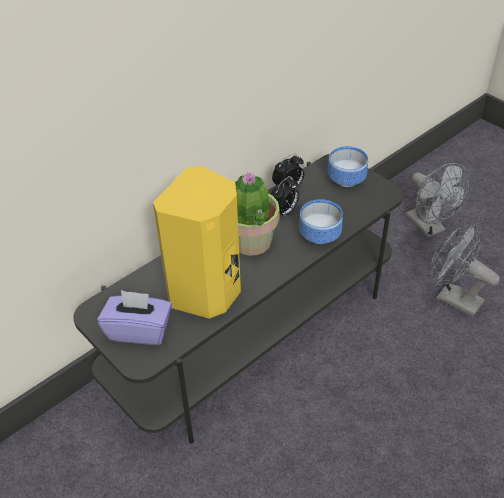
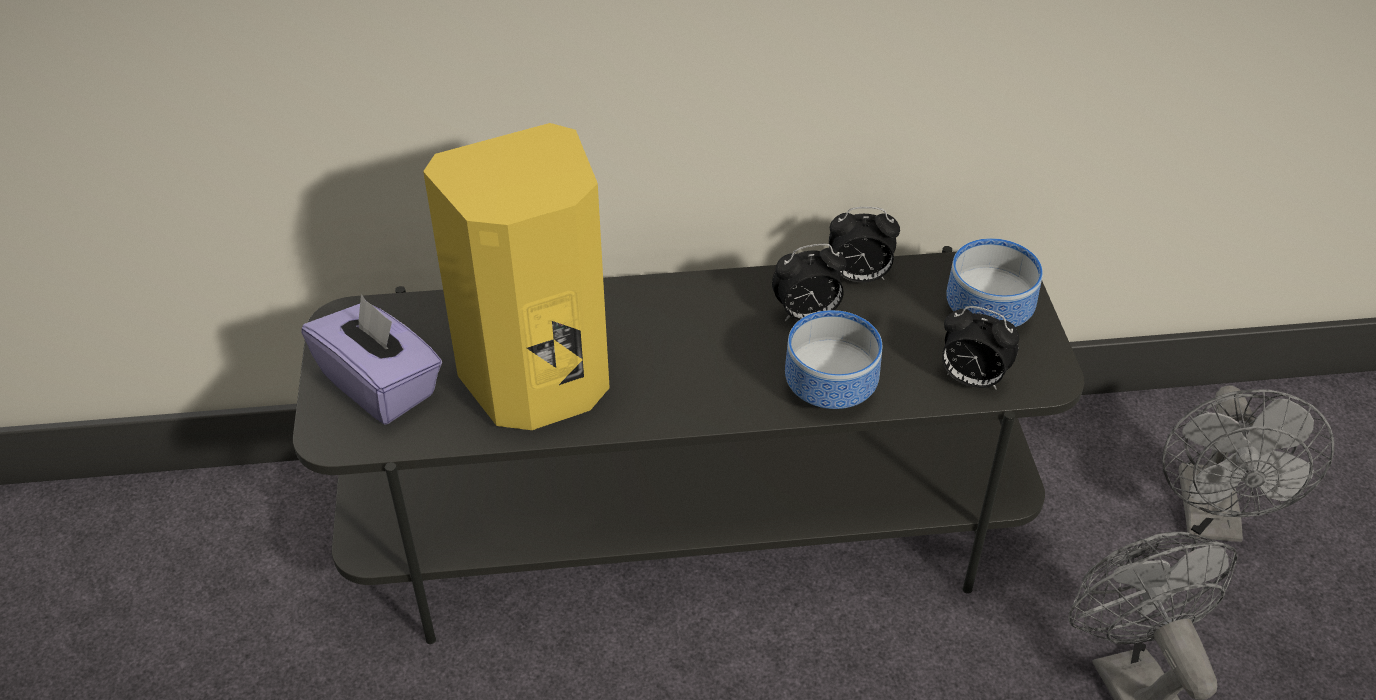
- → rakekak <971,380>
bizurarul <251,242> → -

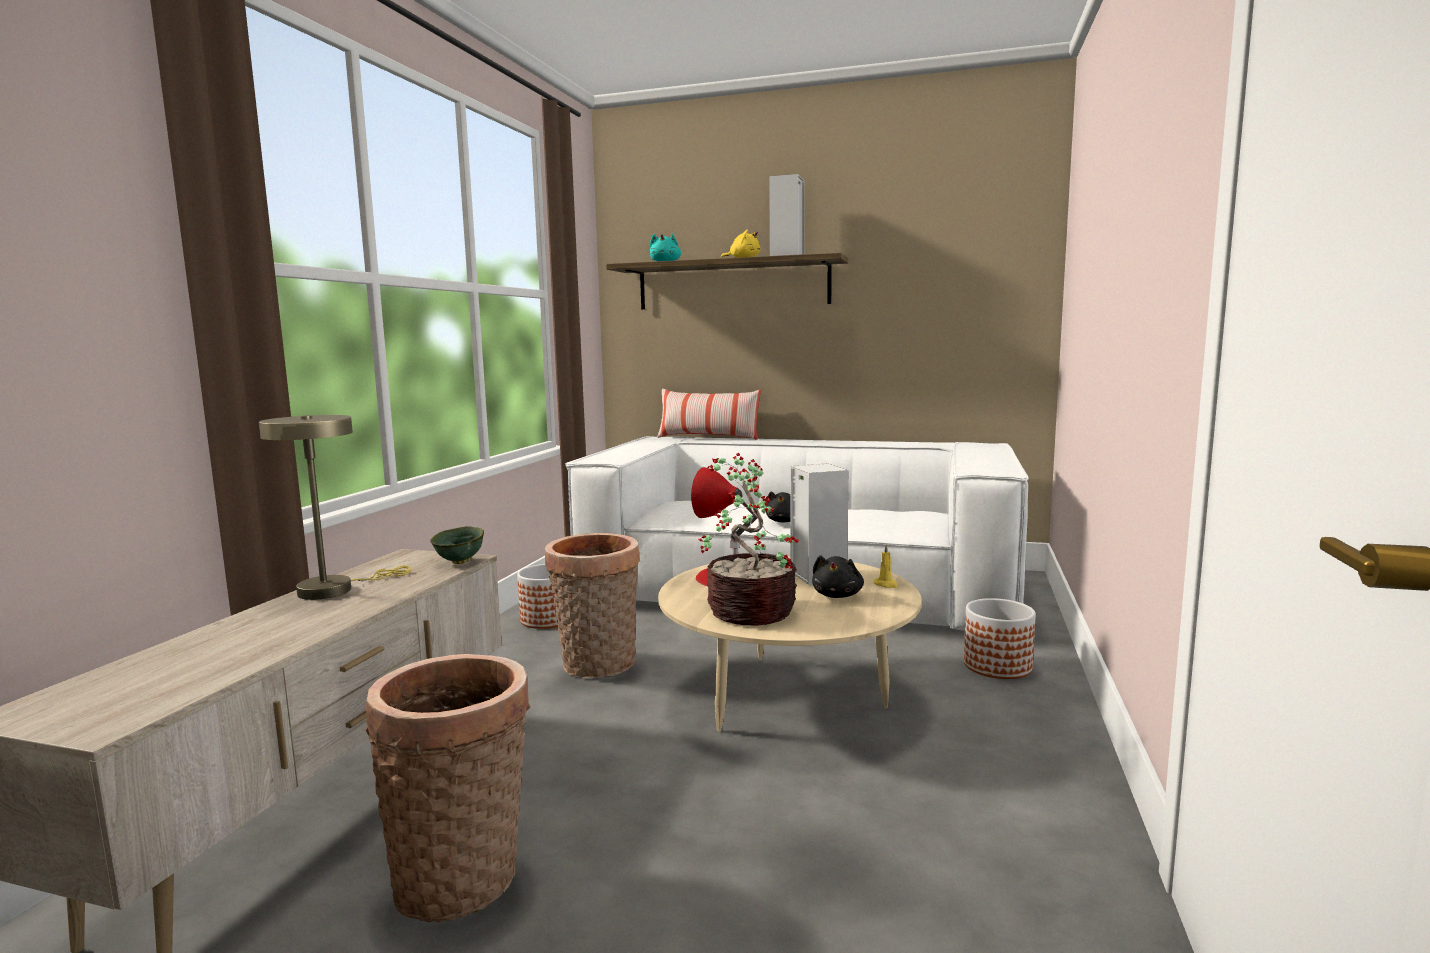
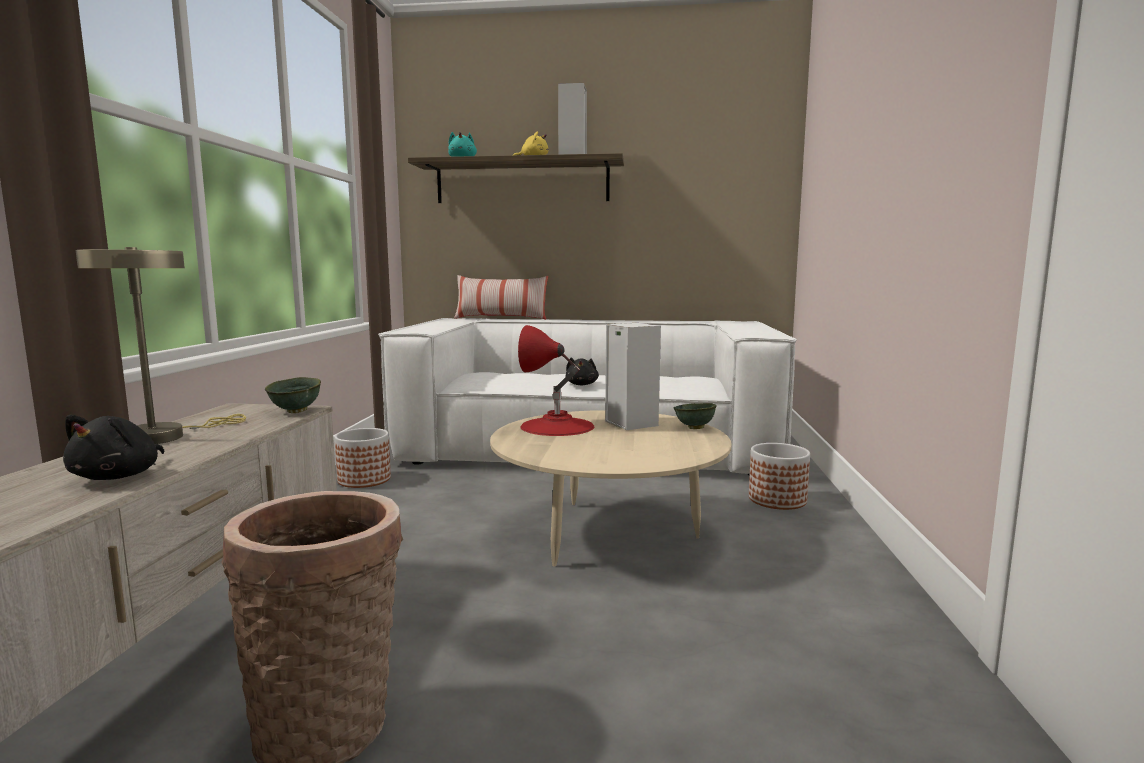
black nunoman <837,595> → black nunoman <120,476>, moved
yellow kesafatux <886,585> → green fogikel <694,428>
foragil <597,667> → -
bizurarul <749,611> → -

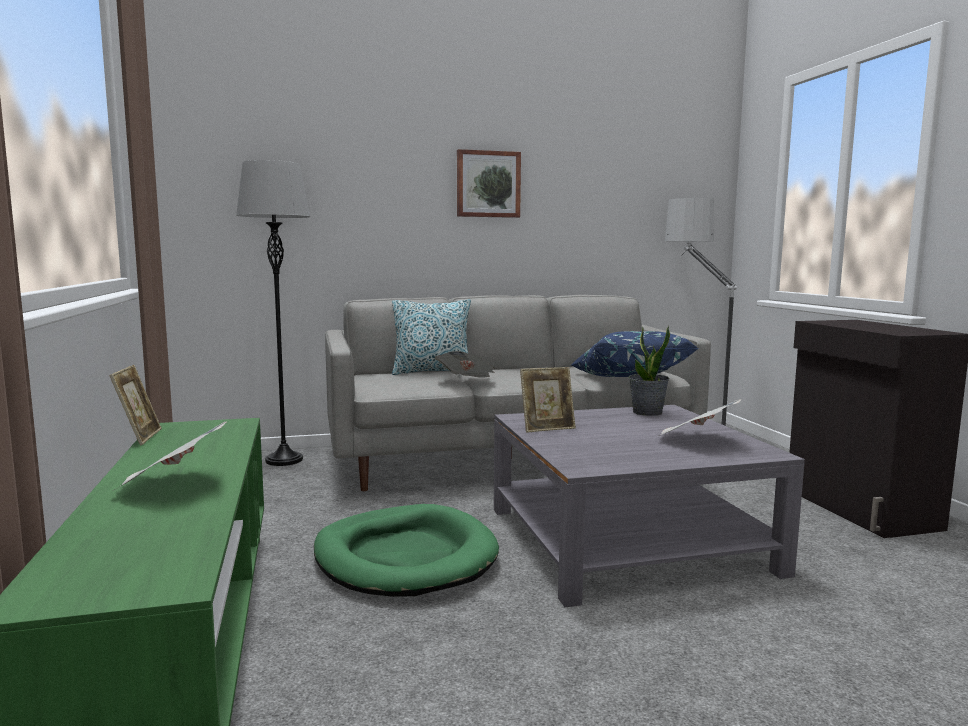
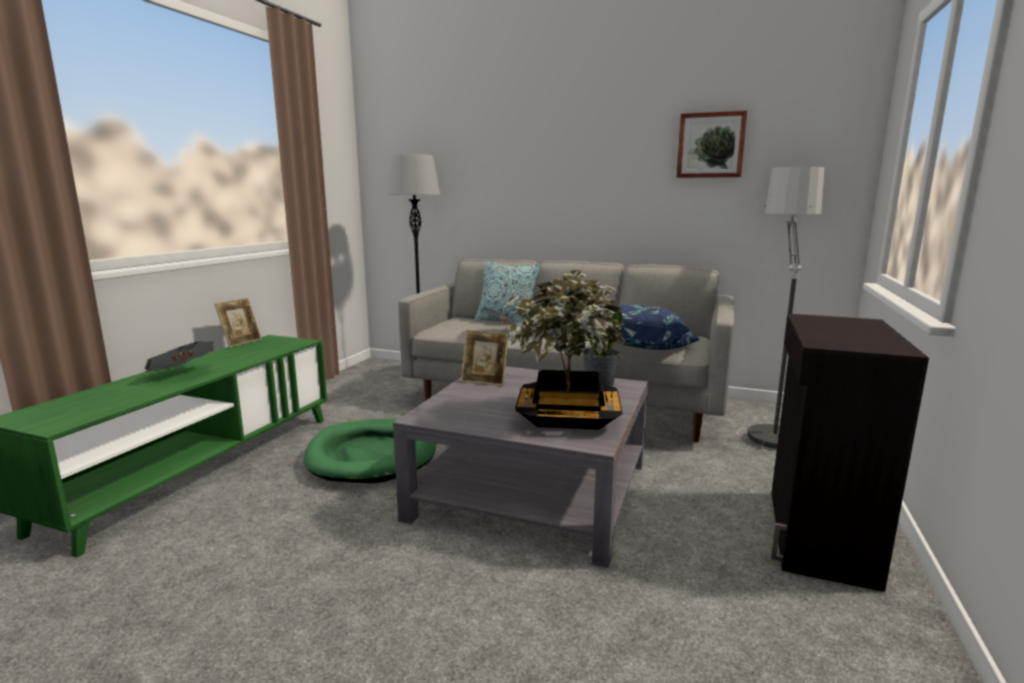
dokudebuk <695,440> → bizurarul <567,416>
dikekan <488,184> → dikekan <710,145>, moved

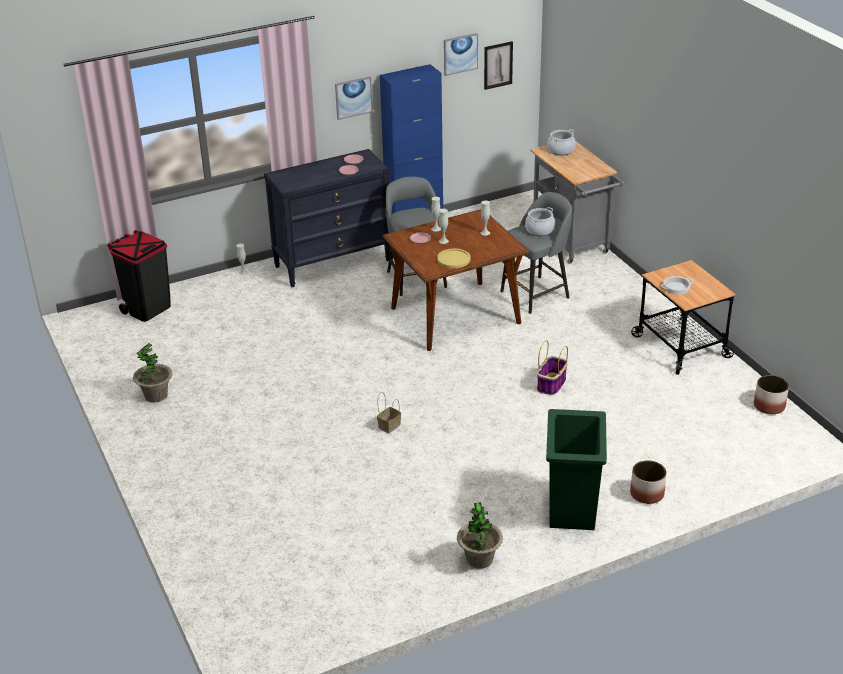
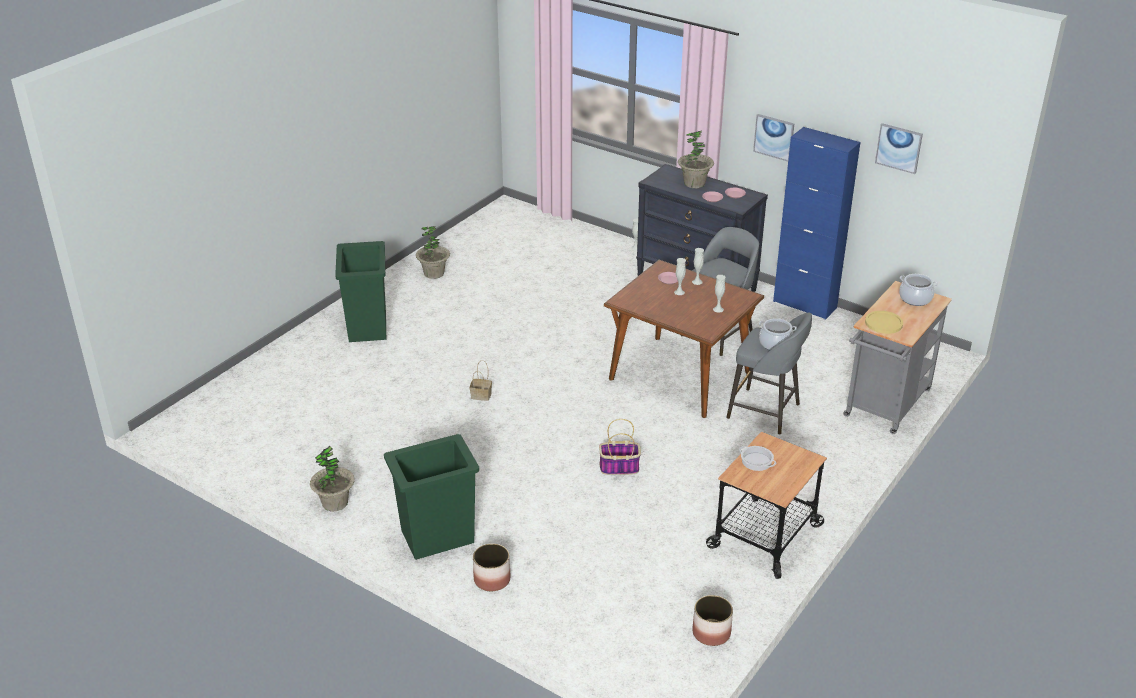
- → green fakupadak <368,327>
- → bizurarul <694,183>
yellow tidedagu <453,259> → yellow tidedagu <883,323>, moved
black fakupadak <147,309> → -
dikekan <498,65> → -

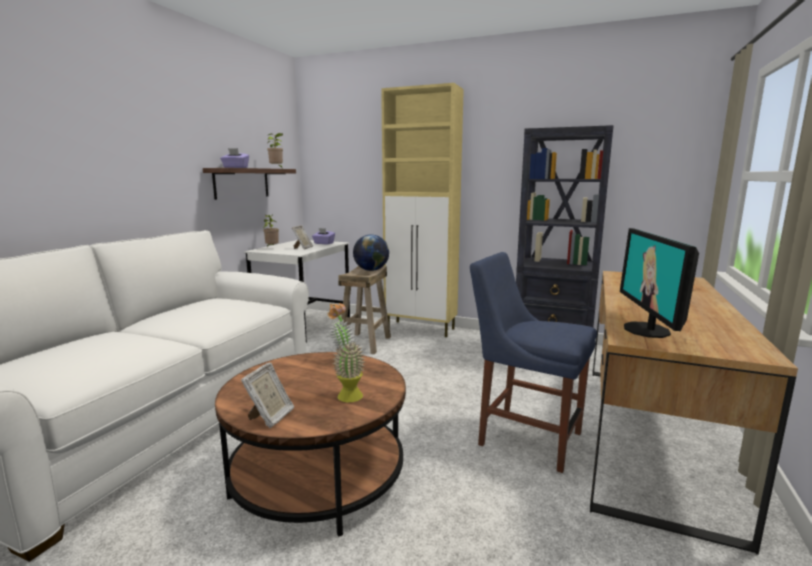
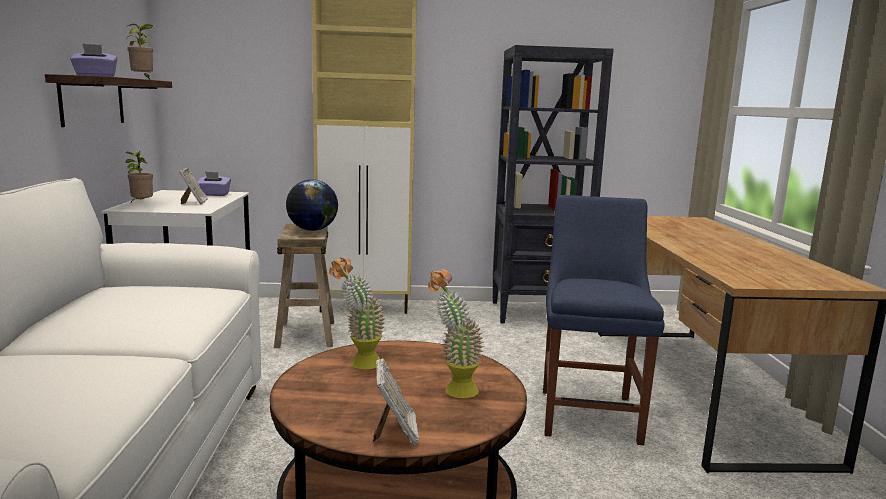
- → bizurarul <358,365>
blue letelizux <525,436> → blue letelizux <589,412>, 90 degrees clockwise
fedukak <647,330> → -

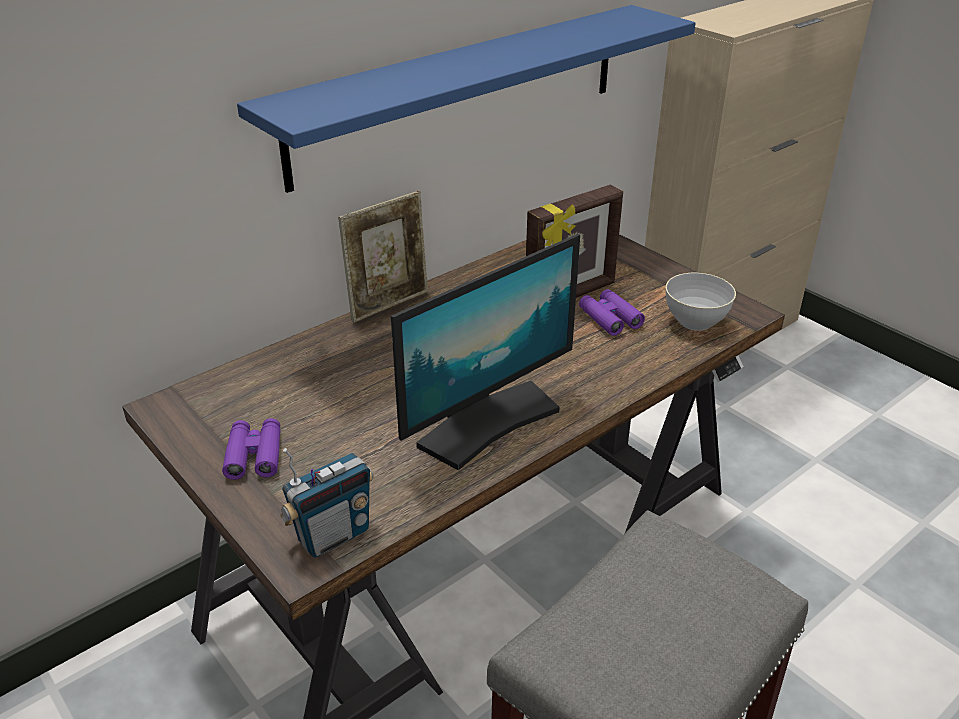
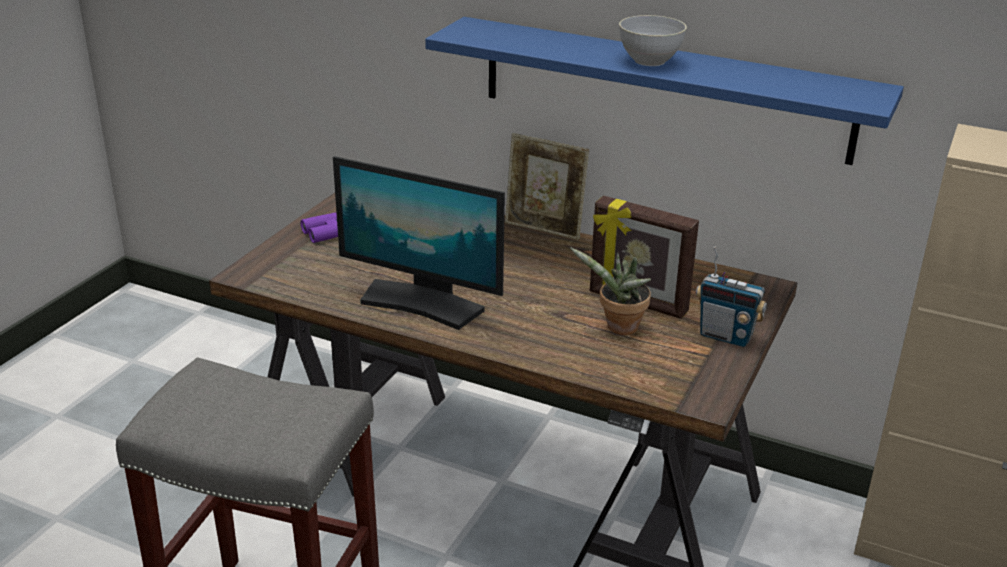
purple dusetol <610,318> → bizurarul <618,328>
grey fogikel <695,322> → grey fogikel <649,61>, moved
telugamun <333,535> → telugamun <726,336>, moved

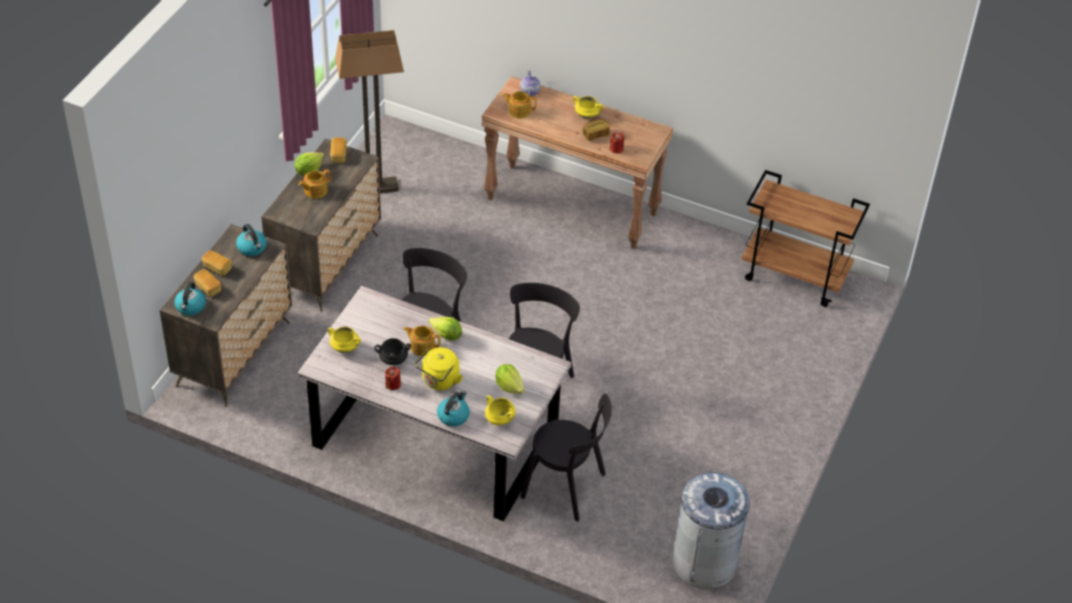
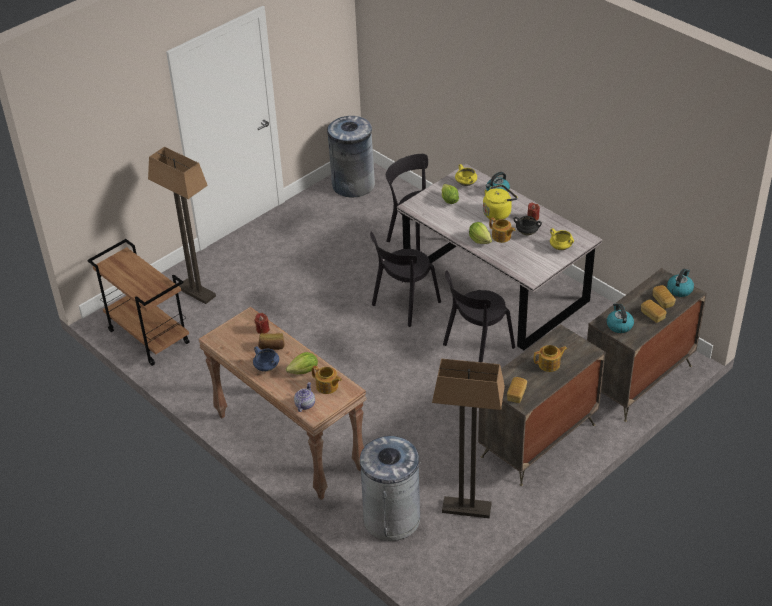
- → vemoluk <196,292>
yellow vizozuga <587,115> → blue vizozuga <266,367>
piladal <309,170> → piladal <304,371>, moved
- → grey fakupadak <392,518>

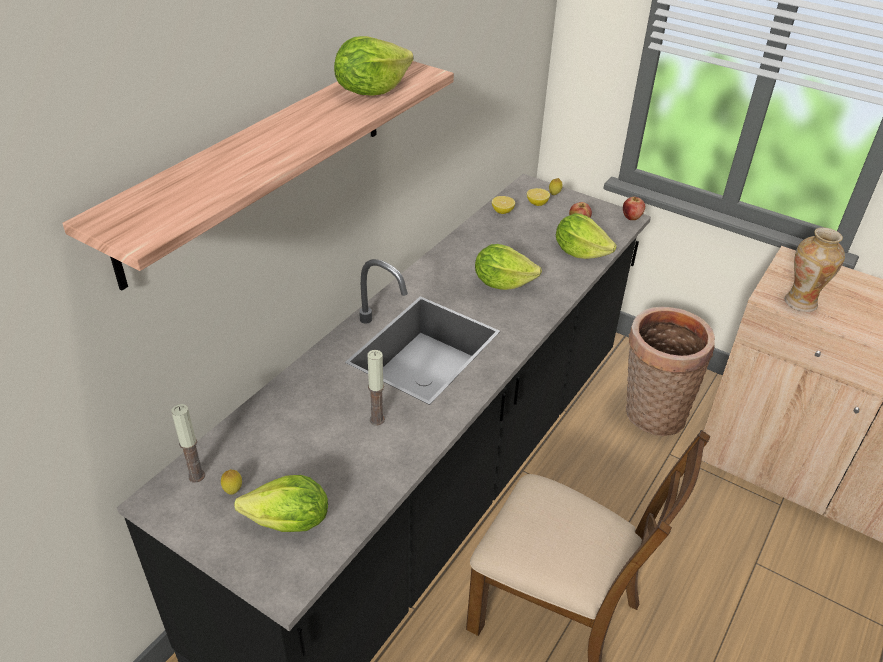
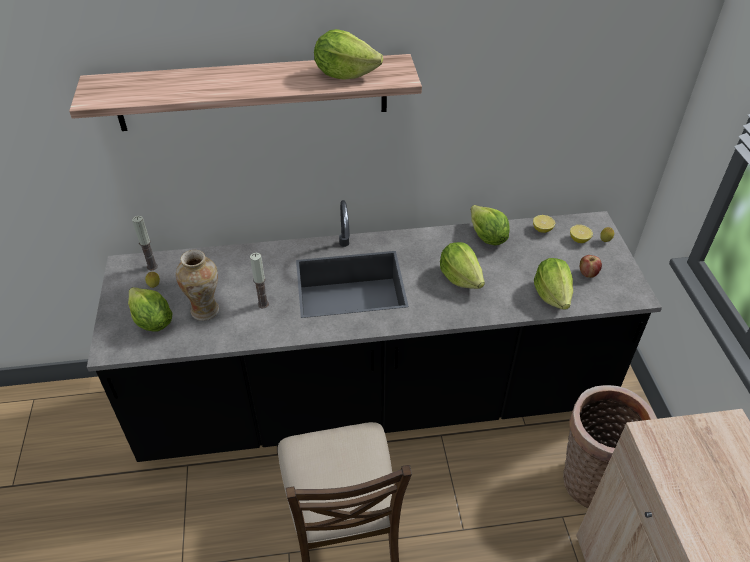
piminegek <801,302> → piminegek <206,310>, moved
- → piladal <487,237>
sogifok <631,218> → -

